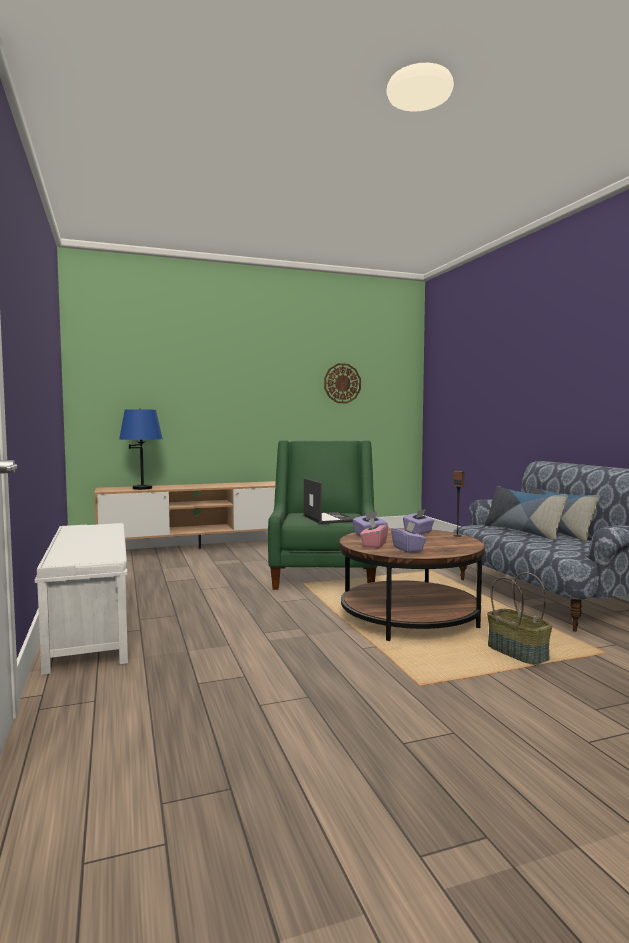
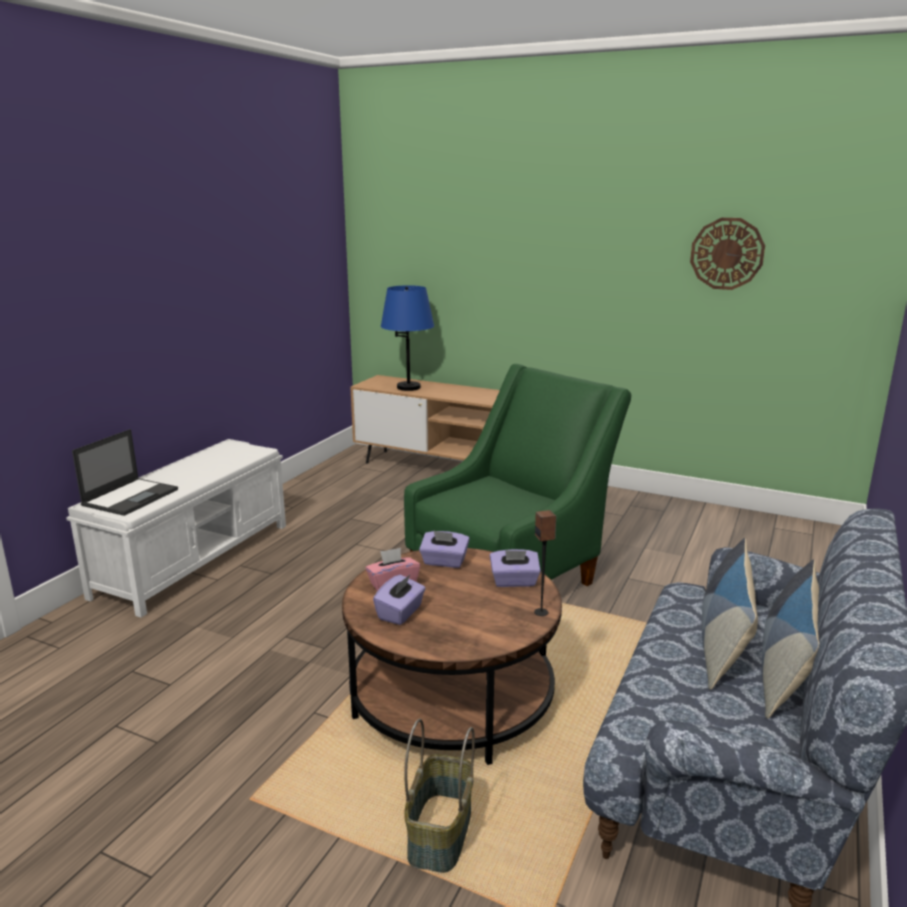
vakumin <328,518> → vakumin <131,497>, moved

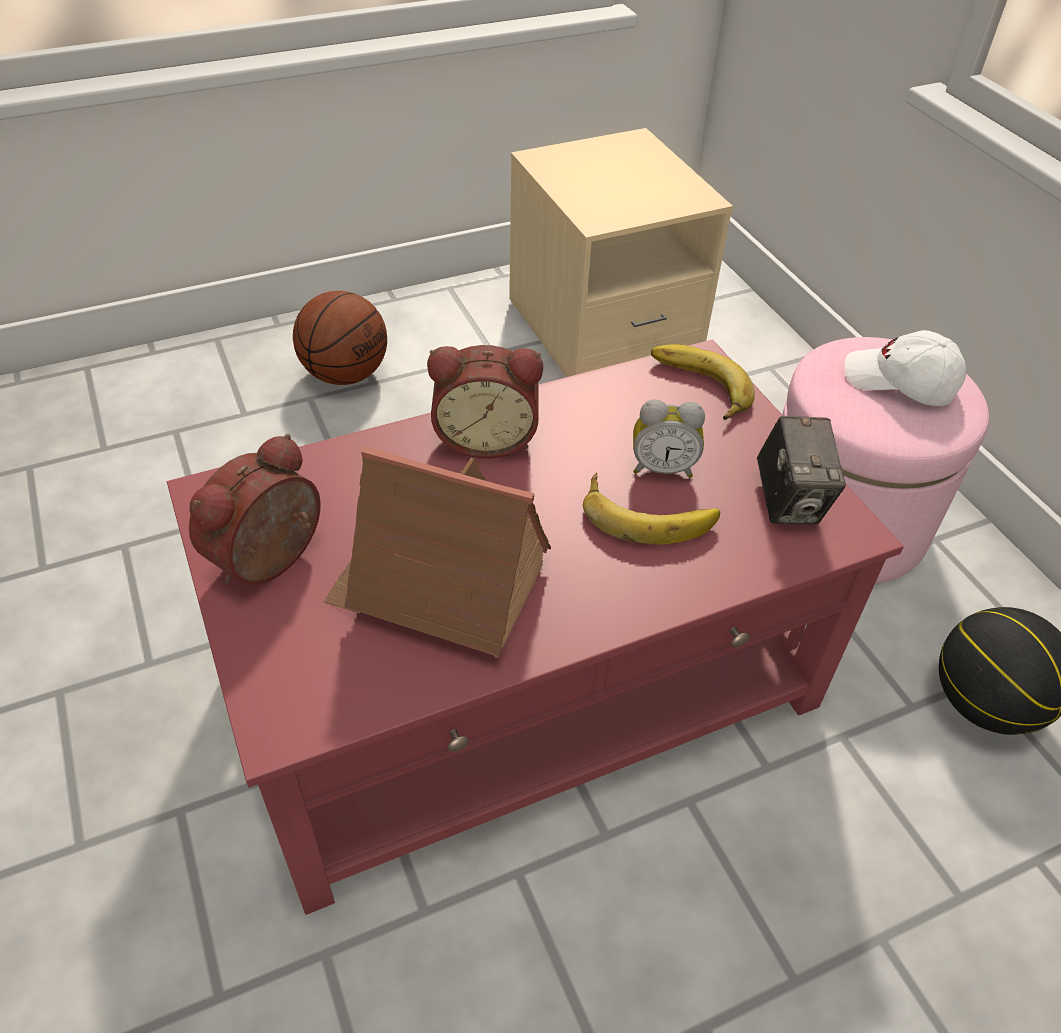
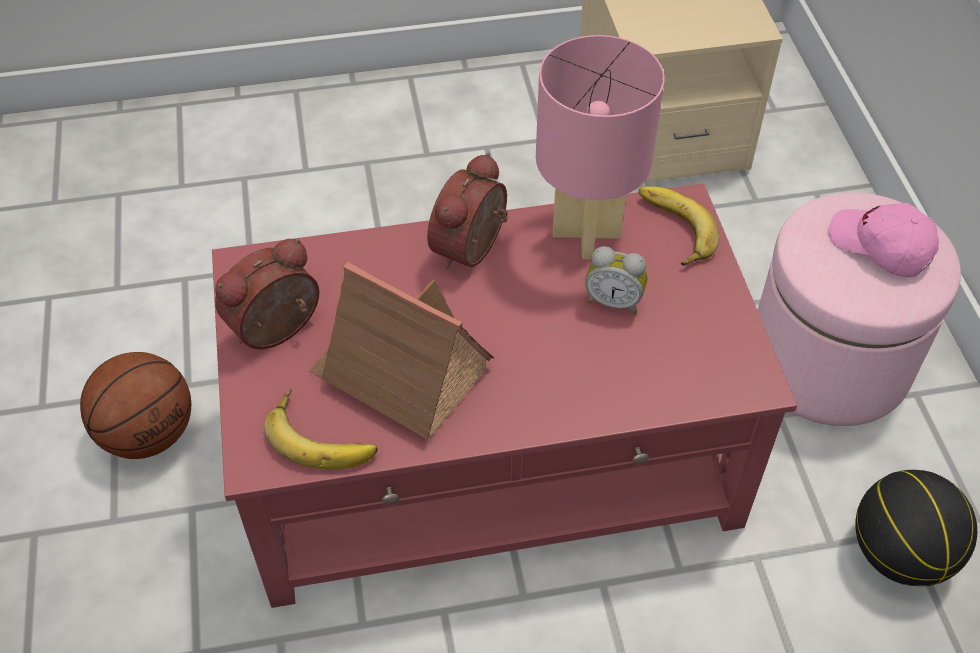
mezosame <345,374> → mezosame <149,433>, moved
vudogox <648,513> → vudogox <323,435>, moved
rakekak <486,437> → rakekak <473,250>, 105 degrees clockwise
- → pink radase <587,235>
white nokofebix <900,382> → pink nokofebix <880,247>
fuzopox <789,501> → -

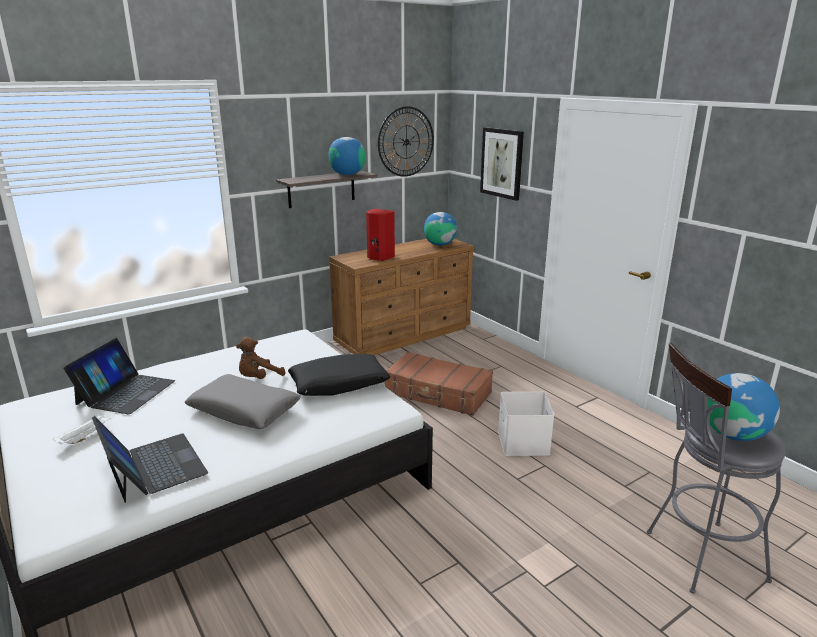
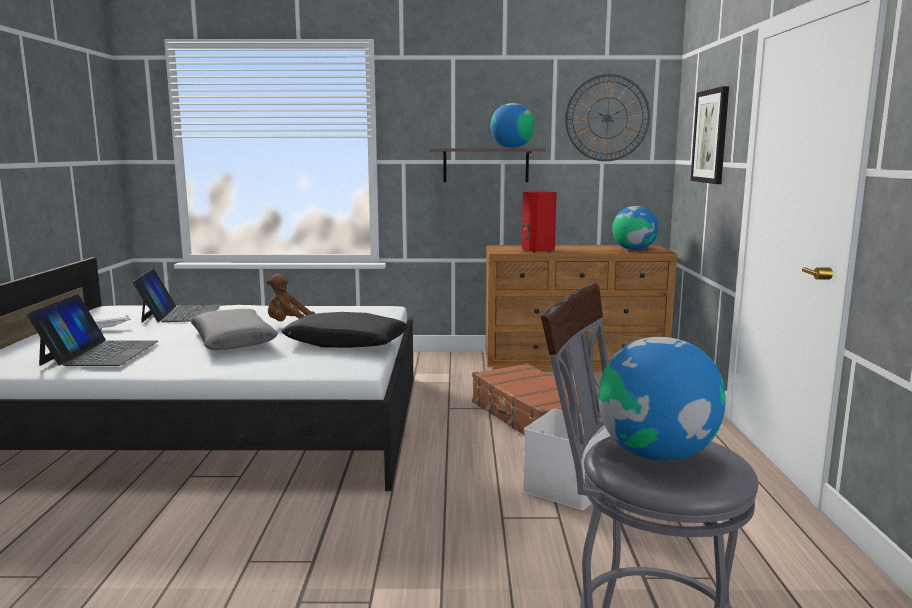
vakumin <125,392> → vakumin <181,314>, 60 degrees counterclockwise

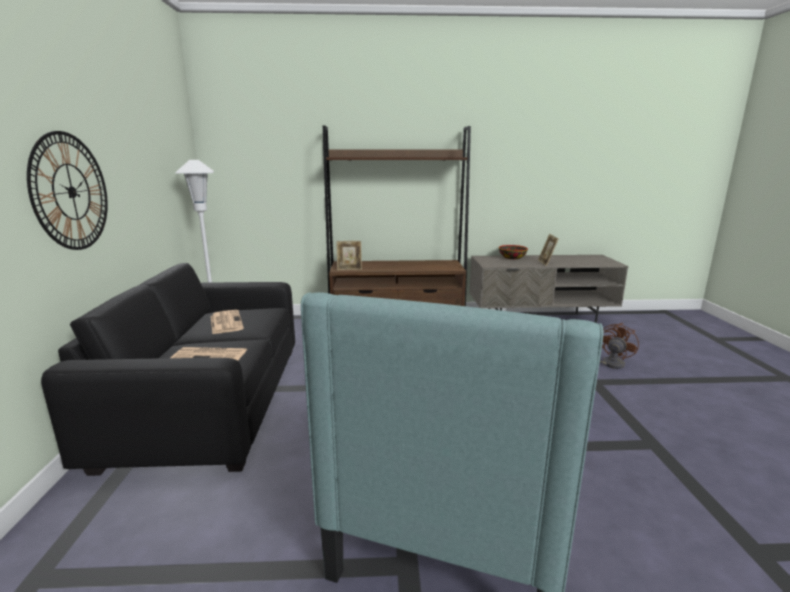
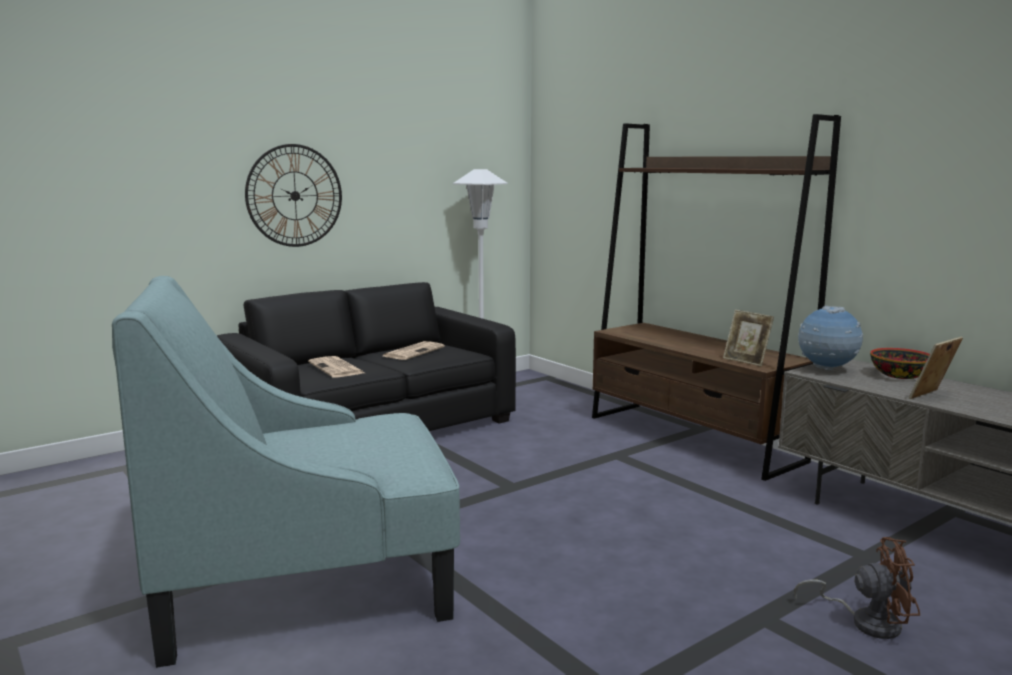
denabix <349,268> → denabix <746,361>, moved
- → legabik <827,369>

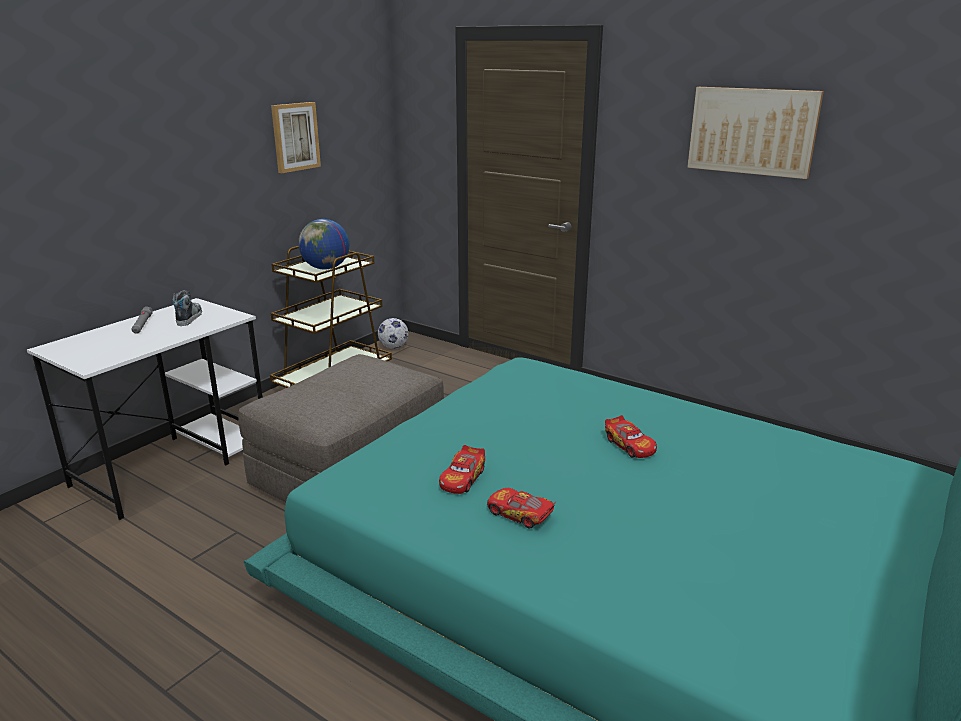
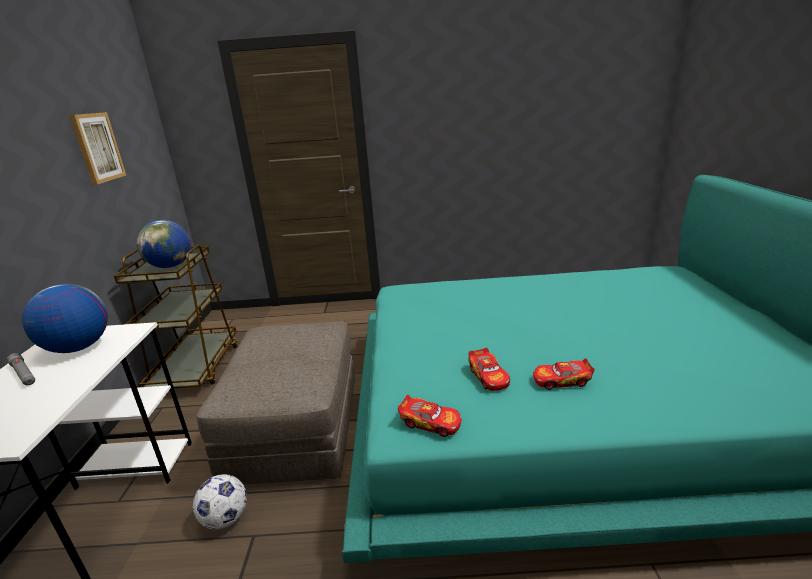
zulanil <189,317> → legabik <78,348>
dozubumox <393,347> → dozubumox <225,518>, moved
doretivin <630,445> → doretivin <430,423>, moved
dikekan <752,131> → -

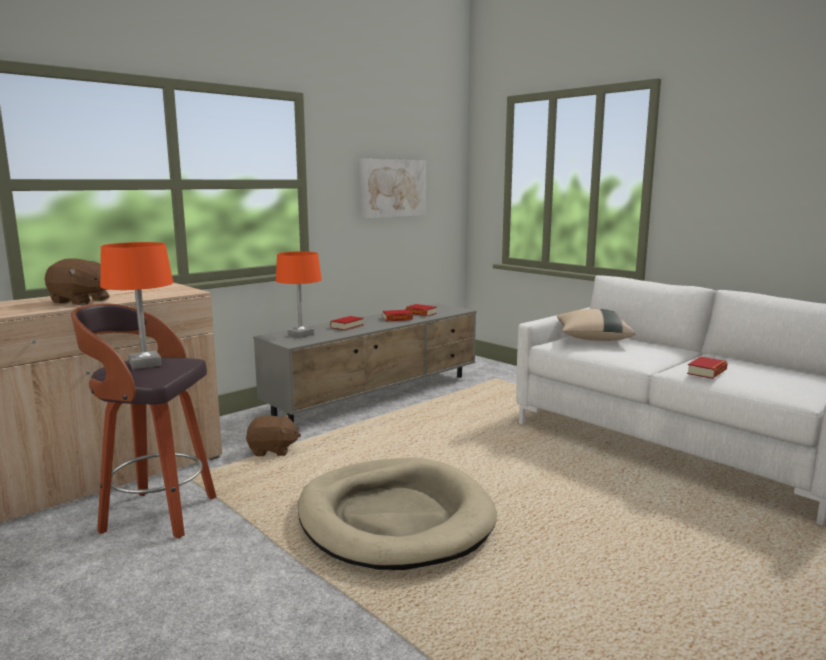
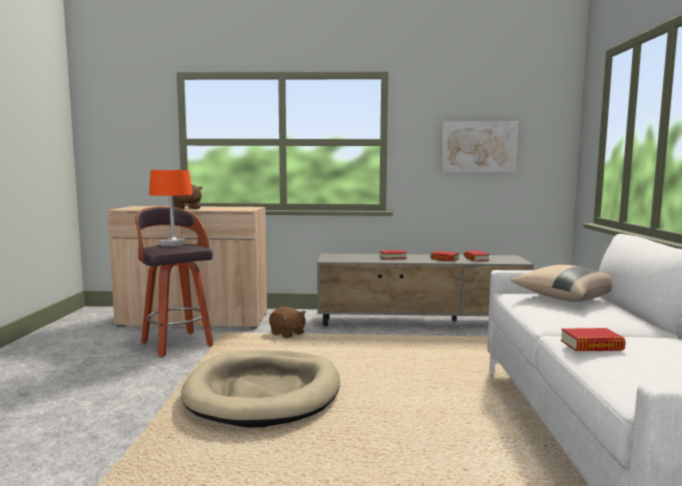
orange radase <301,334> → -

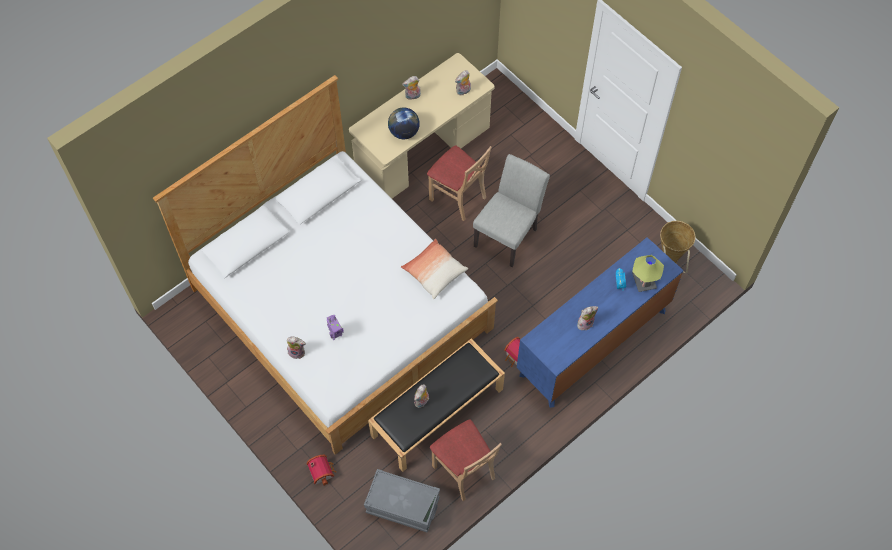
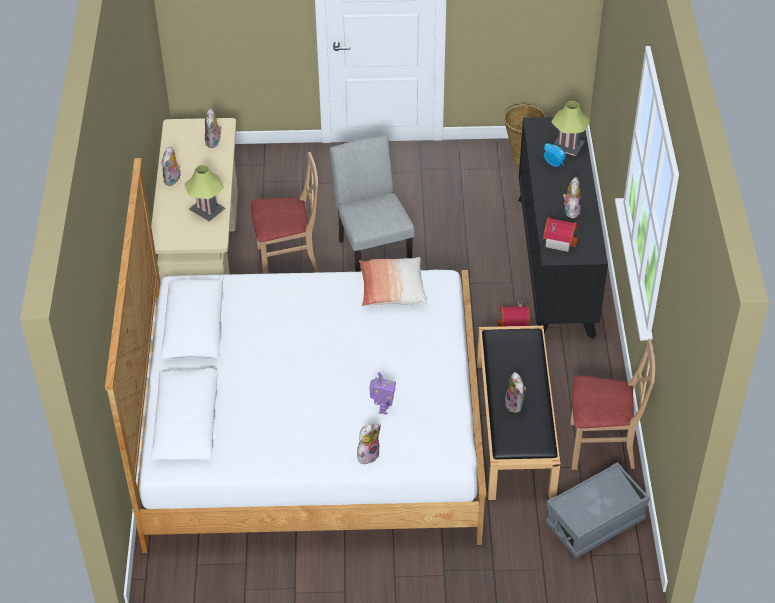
legabik <404,132> → radase <207,211>
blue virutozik <593,343> → black virutozik <555,265>
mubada <322,471> → mubada <558,240>, moved

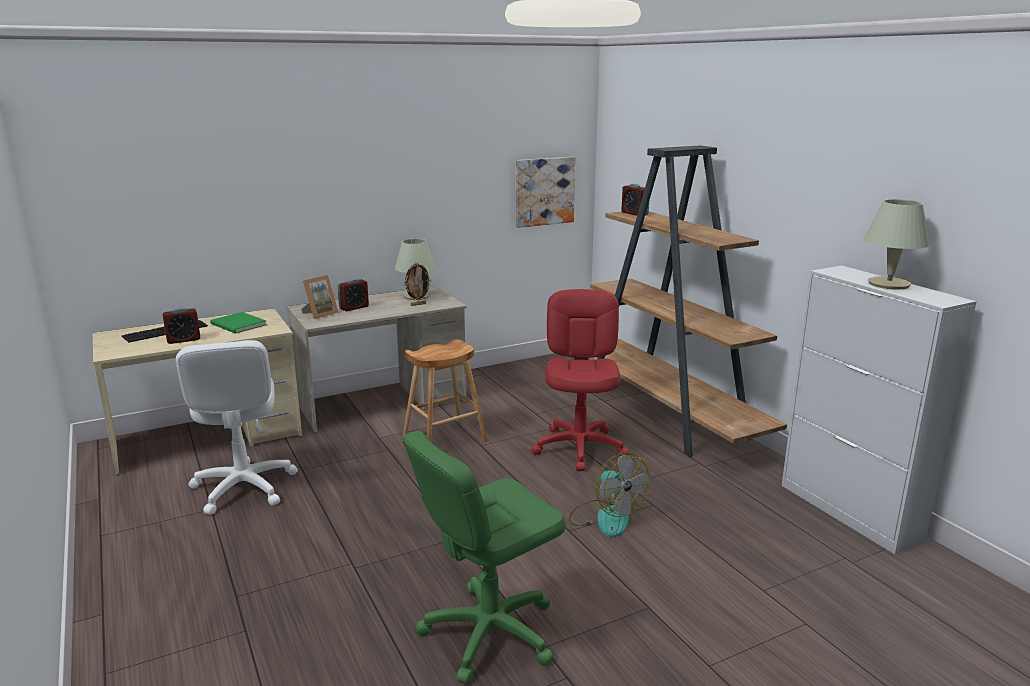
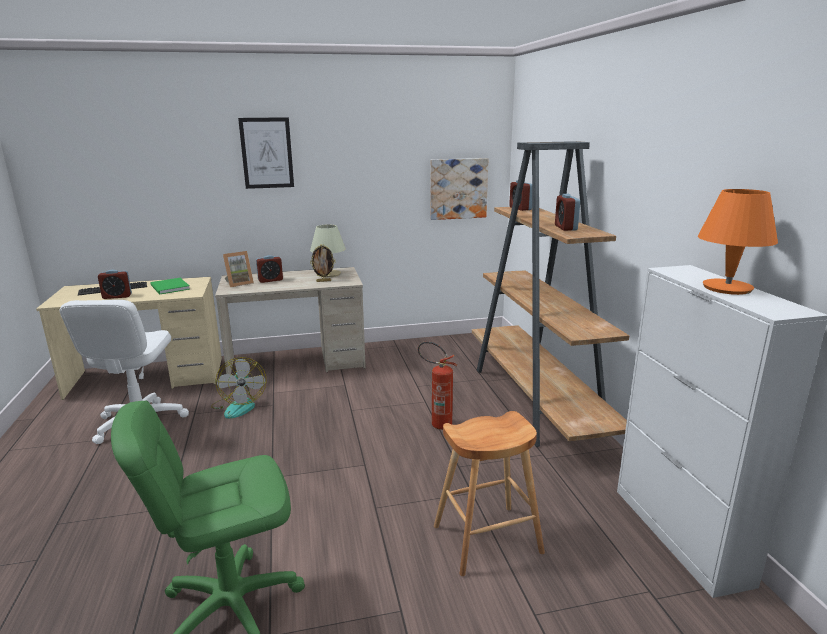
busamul <605,517> → busamul <239,406>, moved
- → dikekan <267,153>
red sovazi <580,448> → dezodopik <436,424>
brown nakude <445,439> → brown nakude <487,539>, moved
- → rakekak <565,228>
beige radase <888,284> → orange radase <726,288>

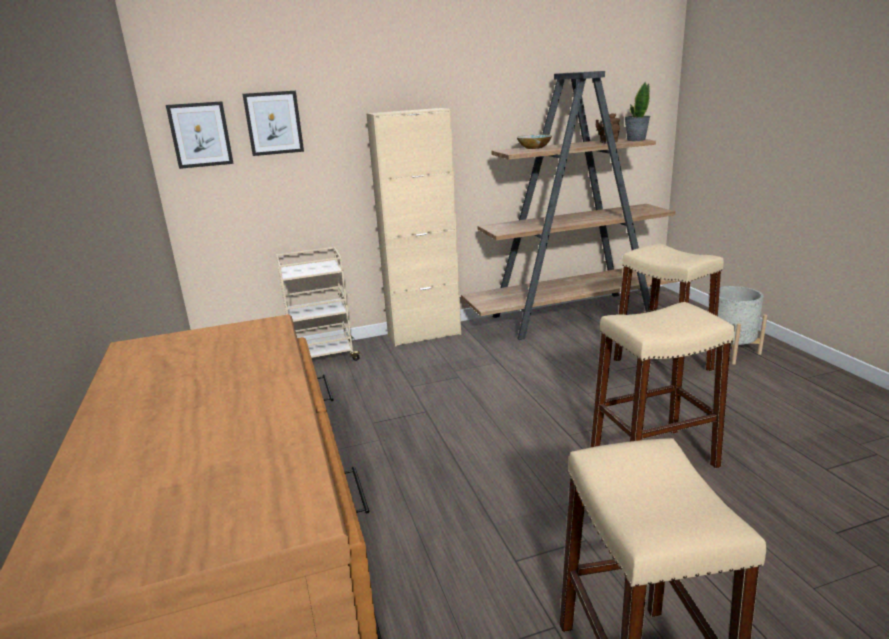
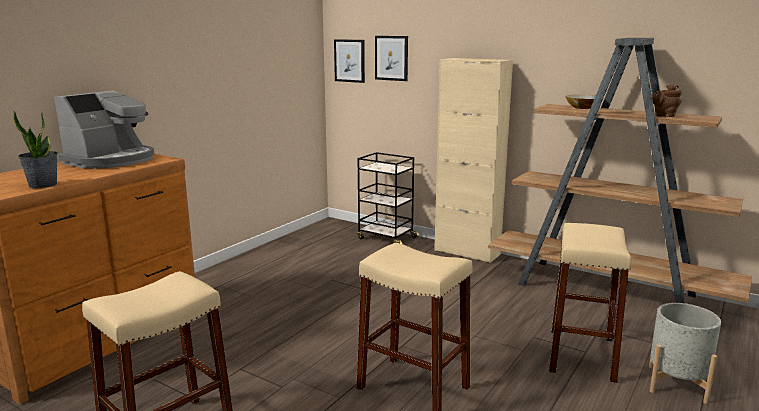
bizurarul <635,140> → bizurarul <43,185>, moved
- → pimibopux <111,160>
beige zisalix <323,357> → black zisalix <386,238>

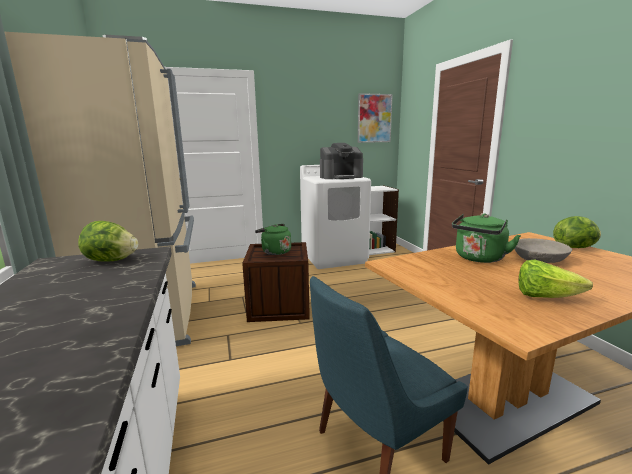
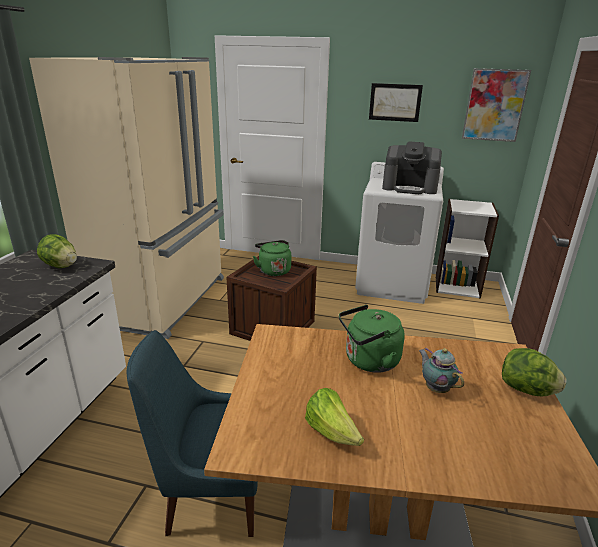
- → dikekan <395,102>
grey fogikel <539,259> → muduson <436,388>

